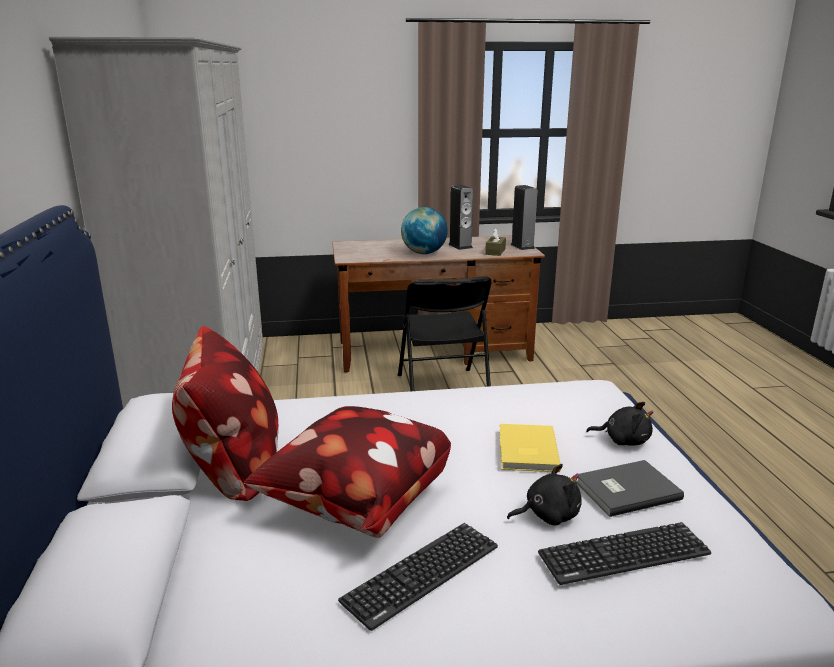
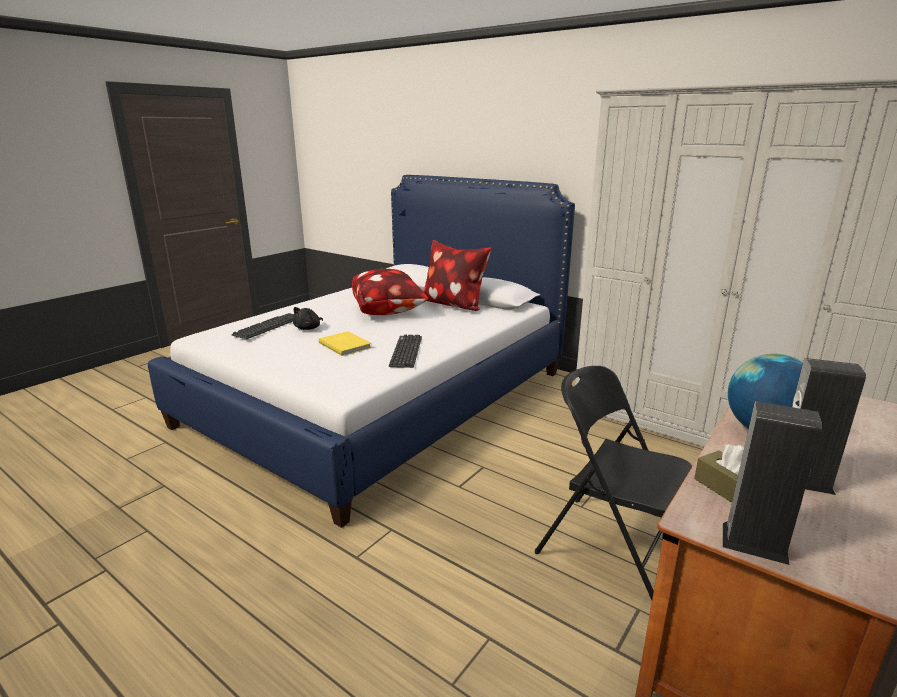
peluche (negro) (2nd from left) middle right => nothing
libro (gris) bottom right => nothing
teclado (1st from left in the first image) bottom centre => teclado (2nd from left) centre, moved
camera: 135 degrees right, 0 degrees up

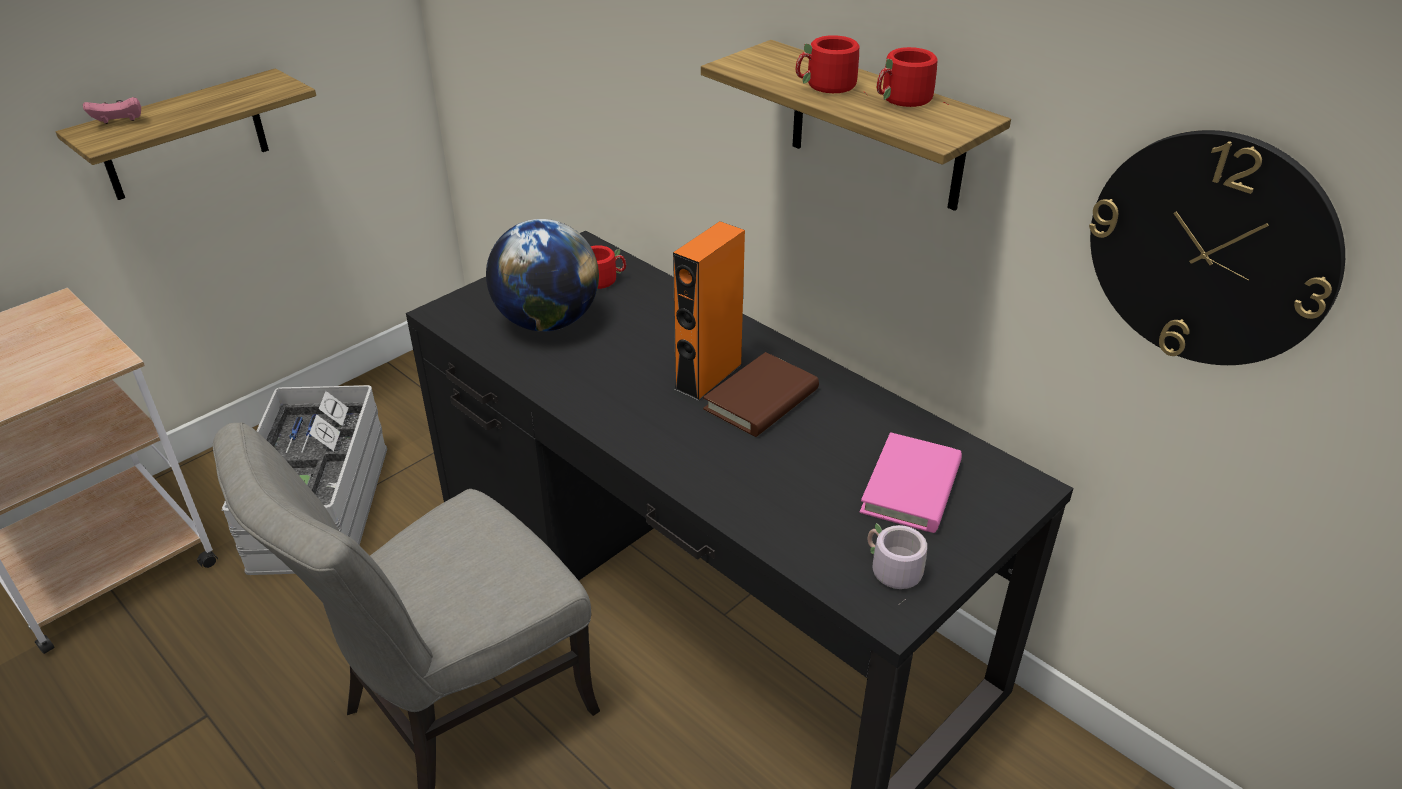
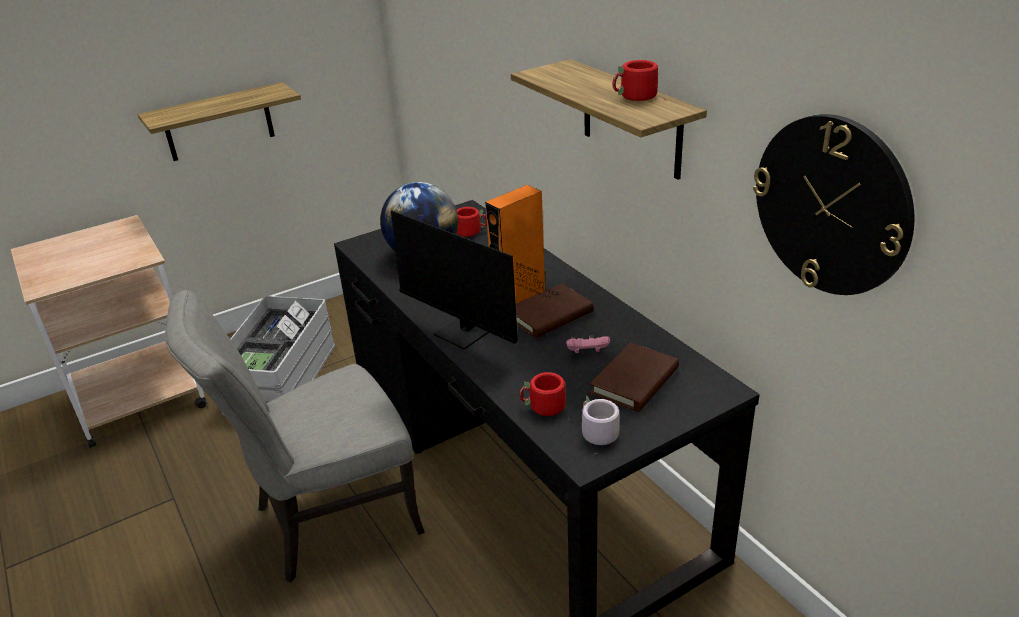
taza grande (rojo) (2nd from left) top centre => taza grande (rojo) (2nd from left) centre, moved
mando de consola (rosa) top left => mando de consola (rosa) centre, moved
libro (rosa) centre => libro (marrón) (2nd from left) centre
nothing => monitor centre
camera: 15 degrees right, 5 degrees down

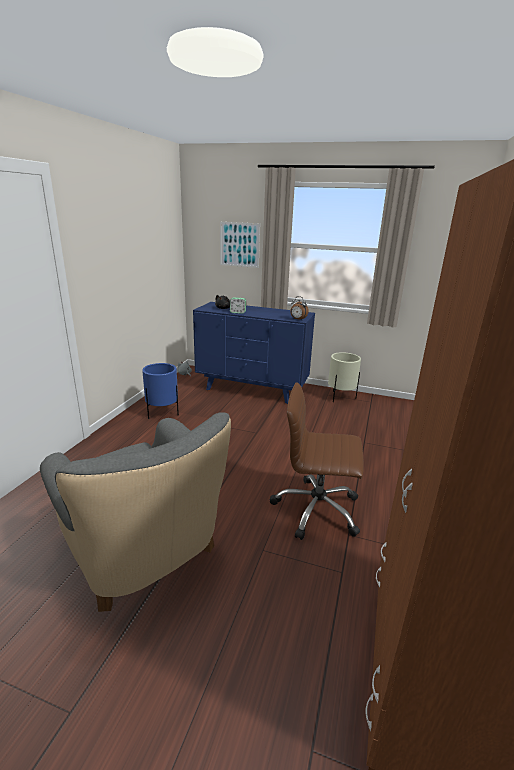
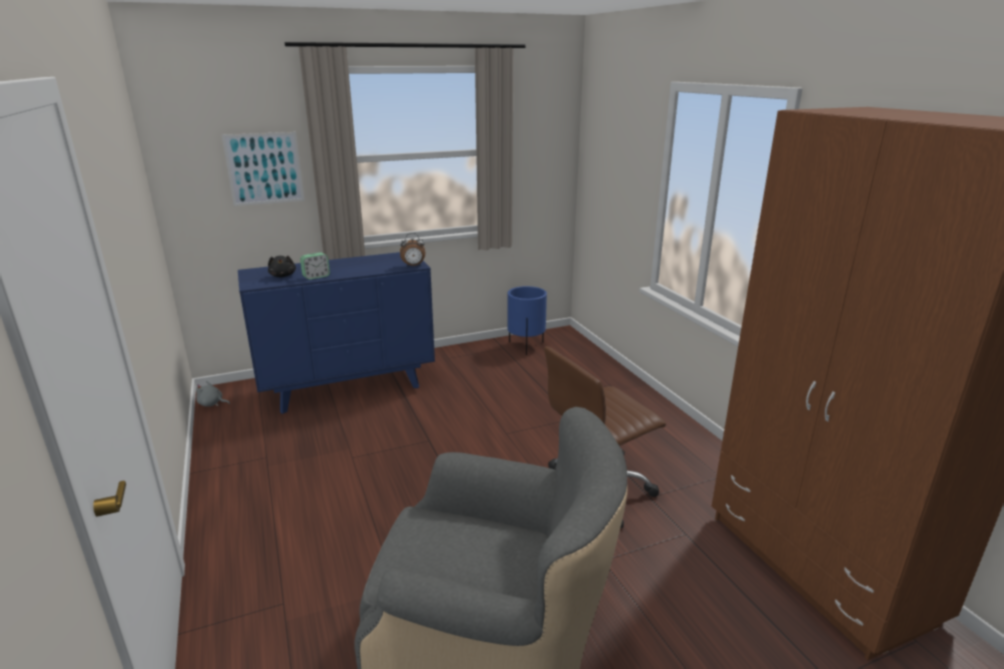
maceta (beis) middle right => nothing
maceta (azul) middle left => maceta (azul) centre, moved
camera: 40 degrees left, 0 degrees up

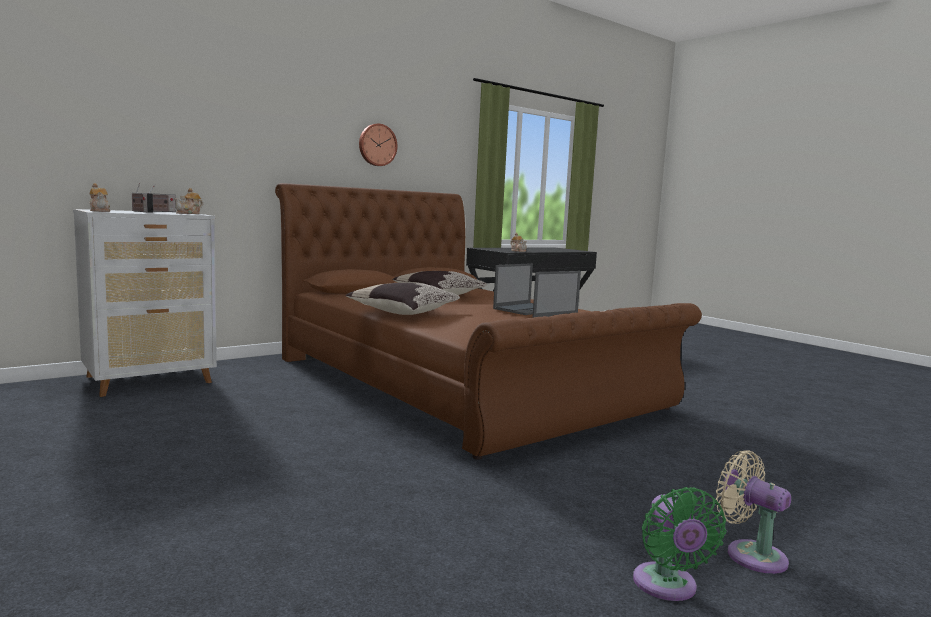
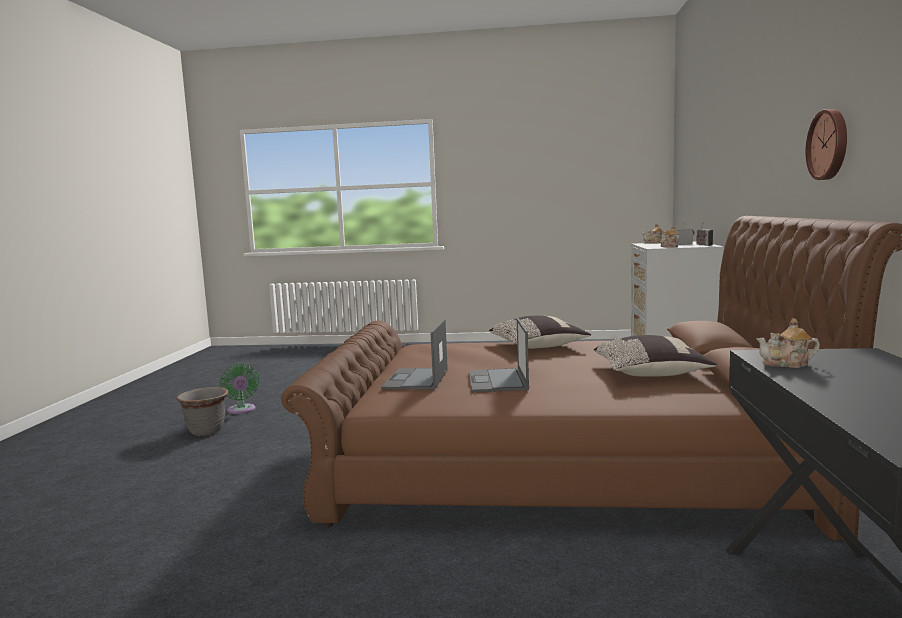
ventilador (beis) bottom right => maceta (gris) middle left
ventilador (verde) bottom right => ventilador (verde) middle left, 150 degrees counterclockwise
camera: 135 degrees right, 0 degrees up

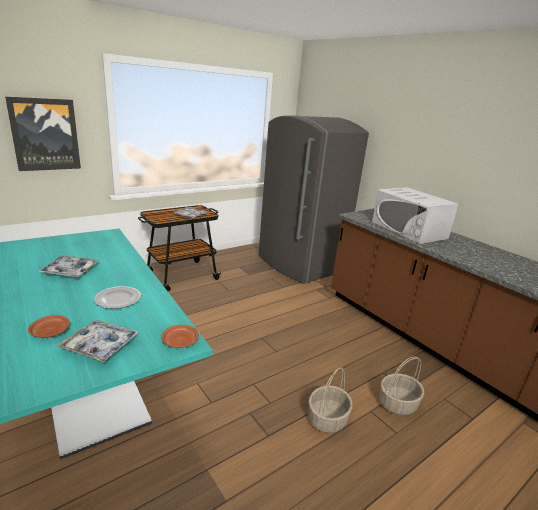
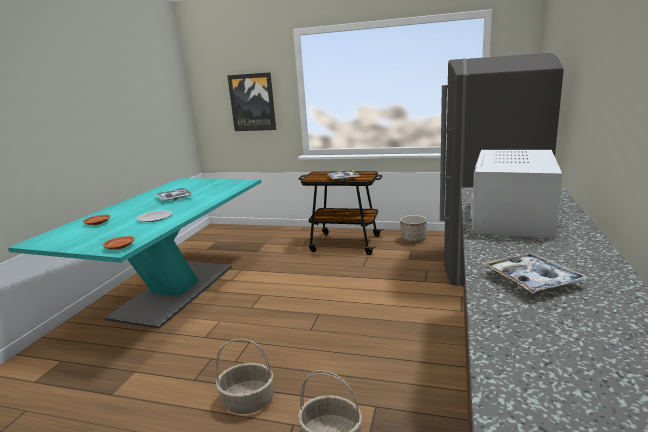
bandeja (2nd from left in the first image) bottom left => bandeja (3rd from left) middle right, moved
nothing => maceta centre
camera: 55 degrees right, 5 degrees down

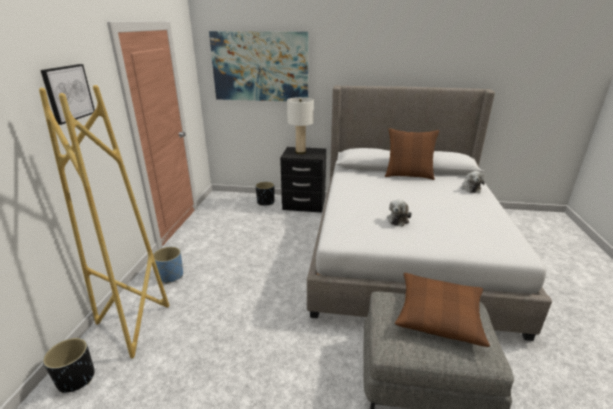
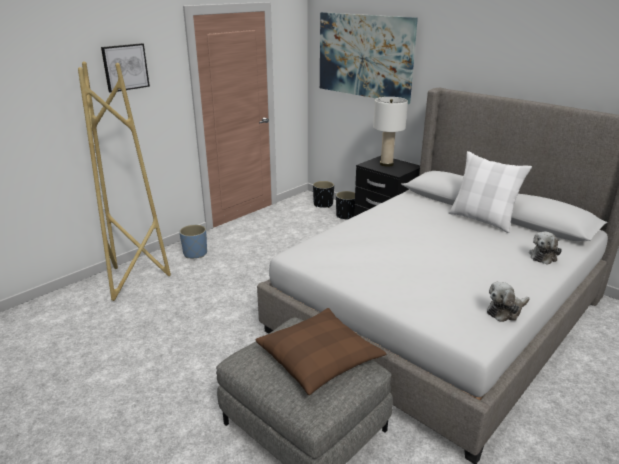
cojín (marrón) (1st from left) middle right => cojín (blanco) middle right
peluche (1st from left) centre => peluche (1st from left) middle right, moved
maceta (negro) (1st from left) bottom left => maceta (negro) (1st from left) centre, moved
camera: 35 degrees right, 0 degrees up

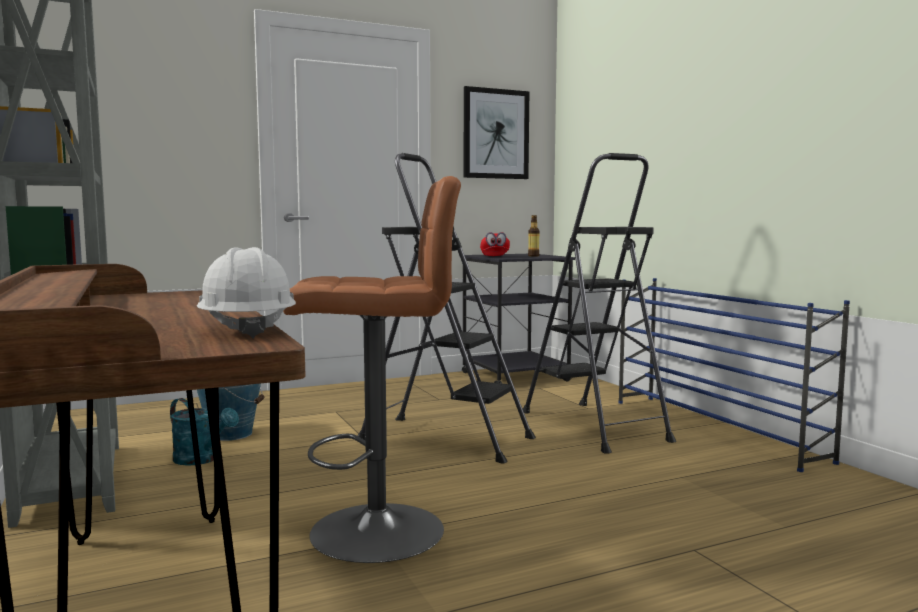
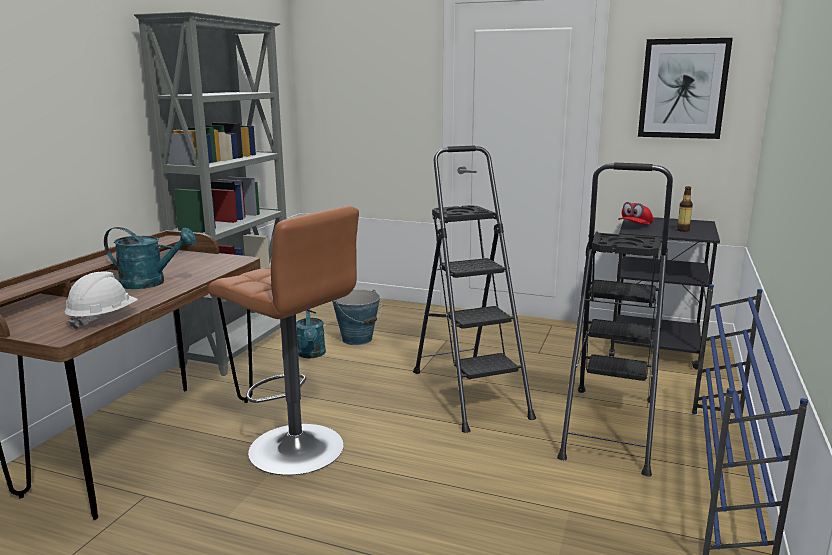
nothing => regadera (turquesa) (1st from left) middle left
camera: 45 degrees right, 10 degrees up

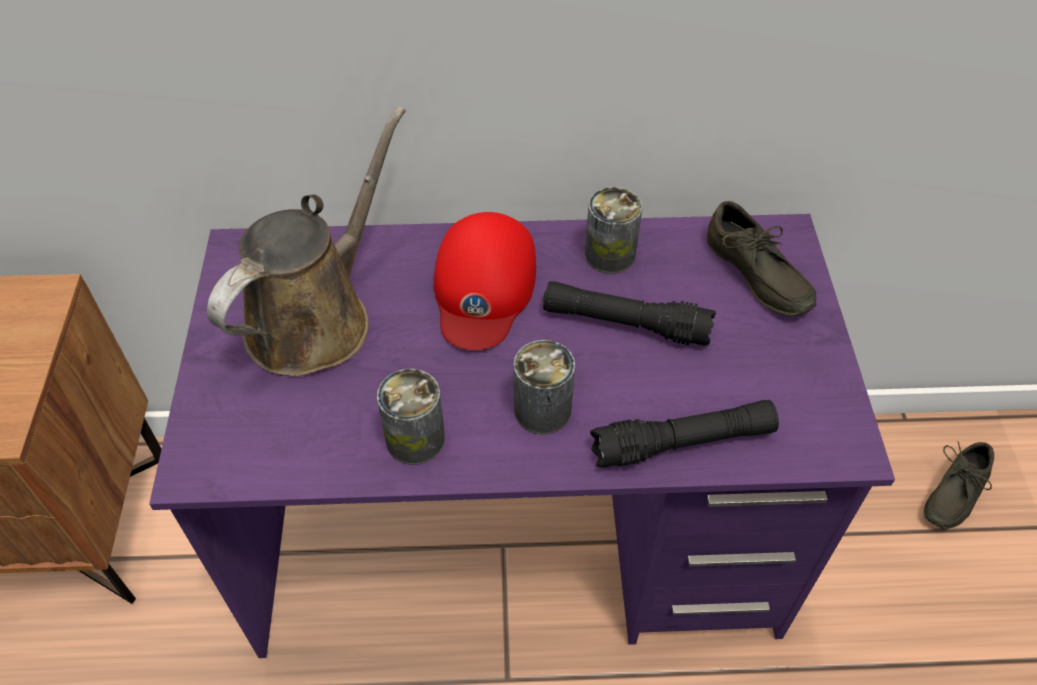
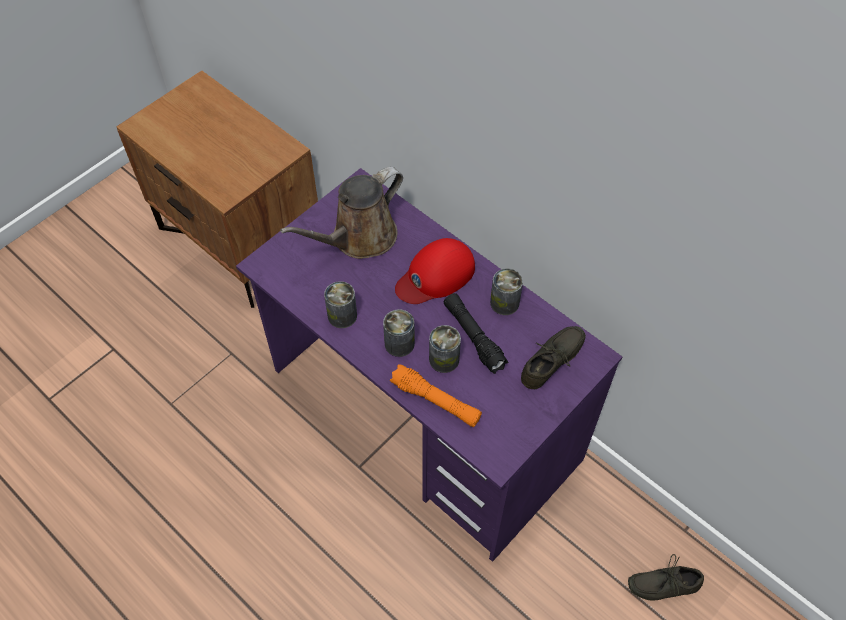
regadera (marrón) middle left => regadera (marrón) centre, 150 degrees clockwise
zapato (gris) (1st from left) middle right => zapato (gris) (1st from left) centre, 150 degrees counterclockwise
linterna (negro) (2nd from left) centre => linterna (naranja) centre
nothing => lata (3rd from left) centre
camera: 45 degrees right, 5 degrees up

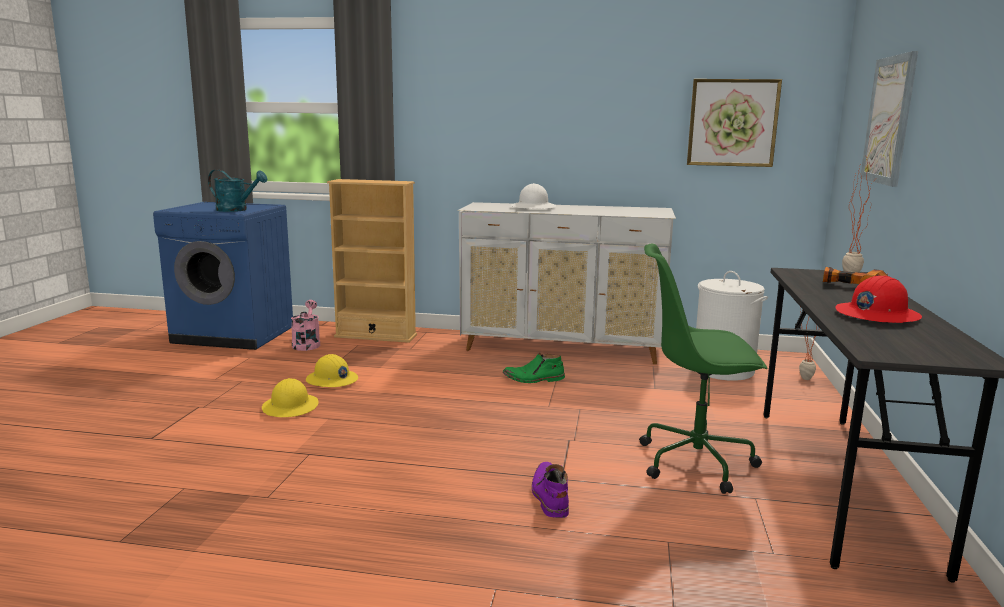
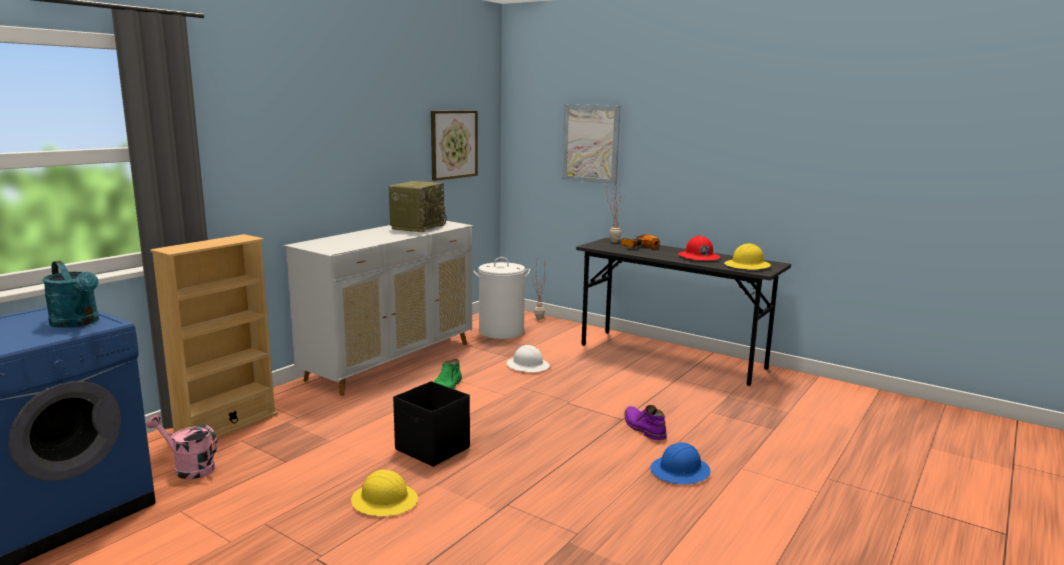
regadera (turquesa) top left => regadera (turquesa) middle left, 90 degrees clockwise
casco (blanco) top centre => casco (blanco) centre, moved
silla de oficina (verde) middle right => nothing
casco (amarillo) (2nd from left) middle left => casco (amarillo) (2nd from left) middle right, moved
bota (morado) bottom centre, 45 degrees clockwise
nothing => radio centre
nothing => caja de almacenaje (negro) bottom centre
nothing => casco (azul) bottom centre
camera: 65 degrees left, 0 degrees up

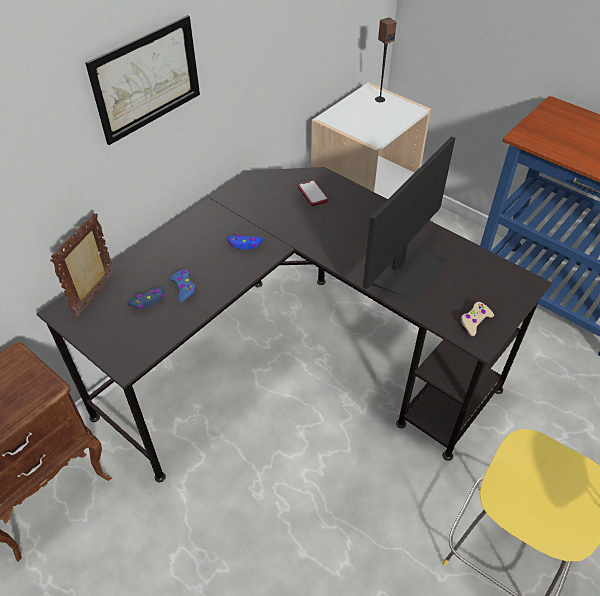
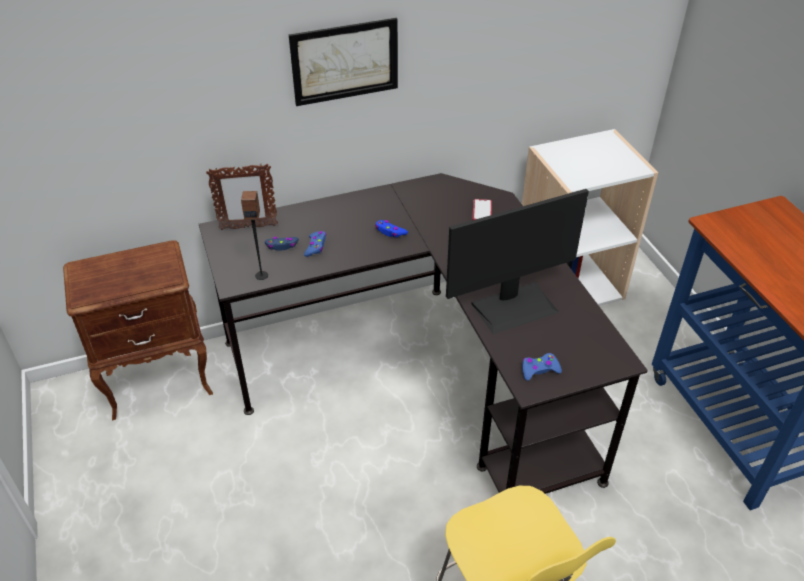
altavoz top centre => altavoz middle left, moved
portarretratos middle left, 150 degrees counterclockwise
mando de consola (beis) middle right => mando de consola (azul) (4th from left) middle right
camera: 30 degrees right, 5 degrees down

